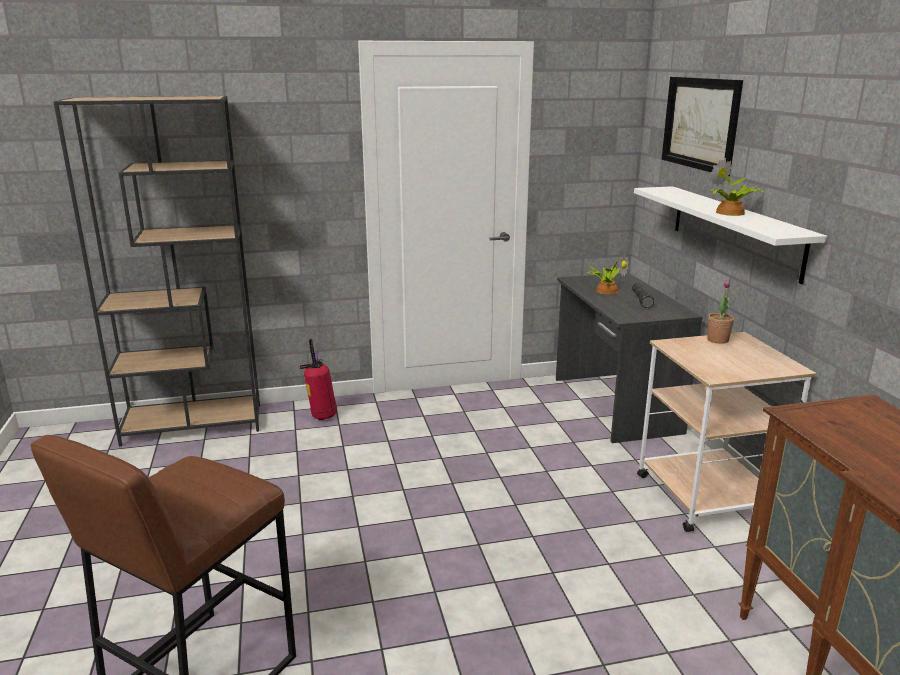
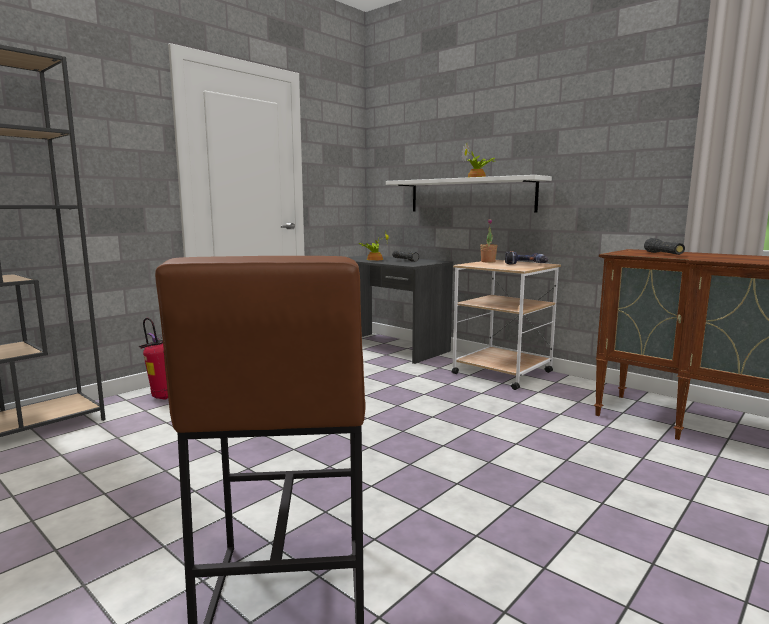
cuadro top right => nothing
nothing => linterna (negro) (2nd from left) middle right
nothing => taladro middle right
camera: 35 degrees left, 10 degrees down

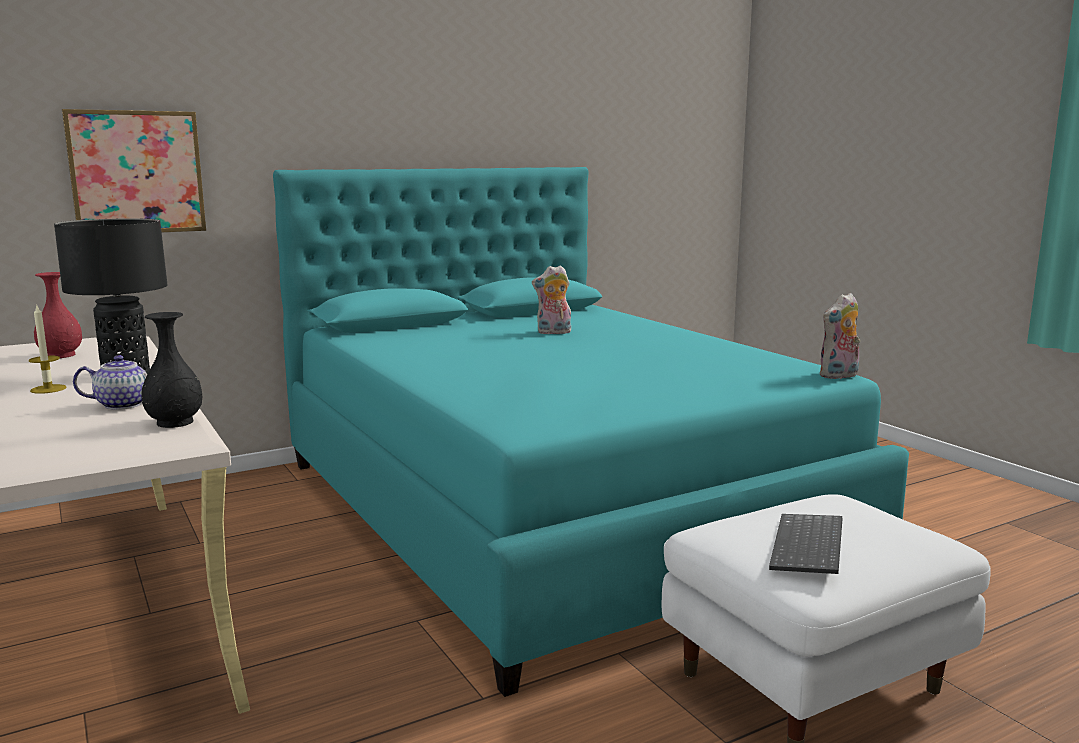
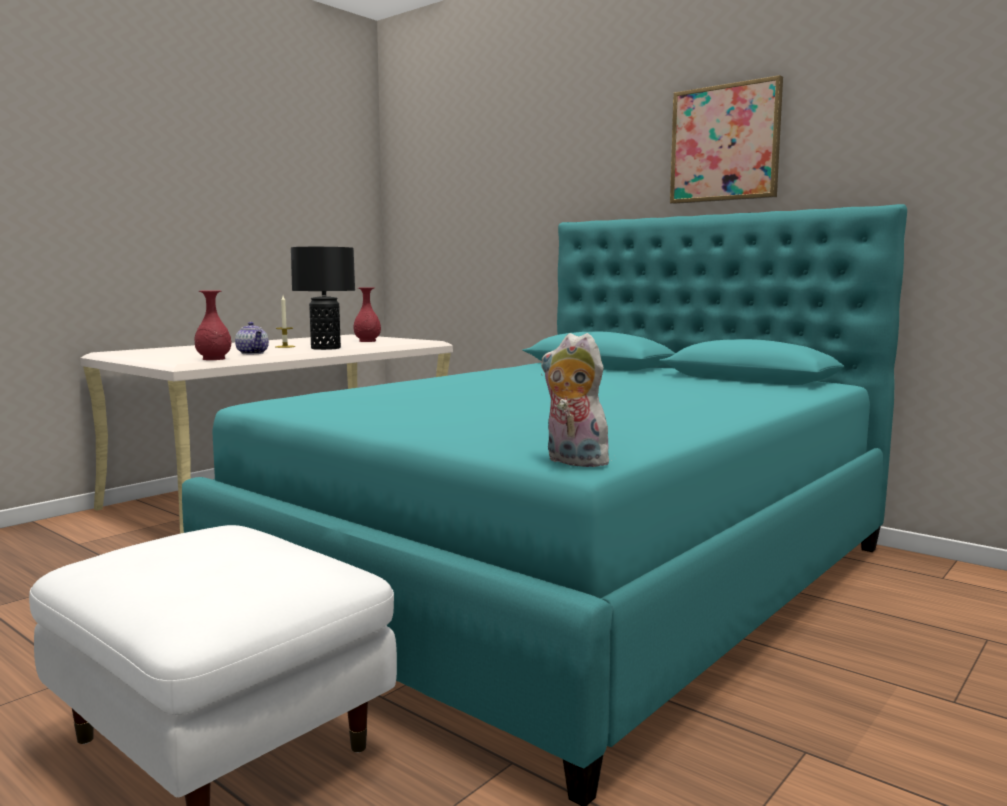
cuadro top left => cuadro top right, moved
peluche (1st from left) centre => nothing
florero (negro) middle left => florero (rojo) (1st from left) middle left
teclado bottom right => nothing
camera: 70 degrees right, 5 degrees down

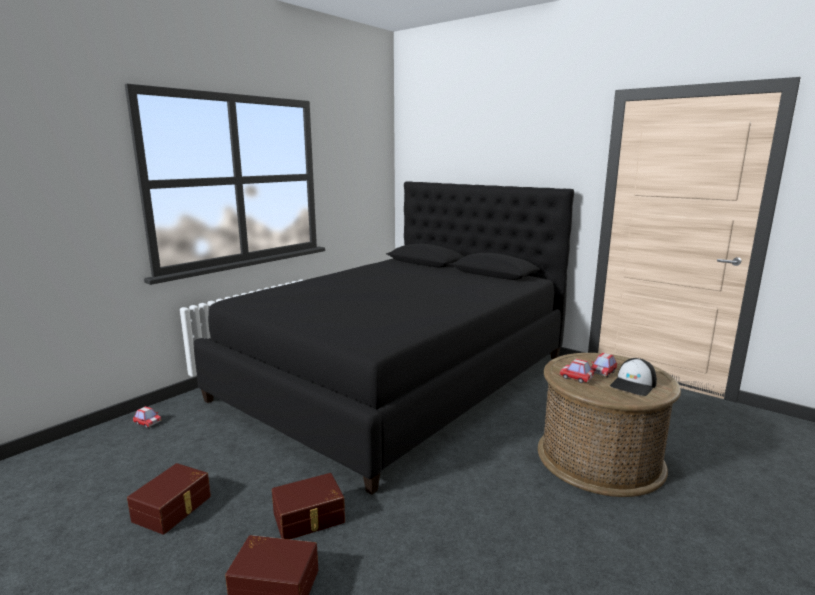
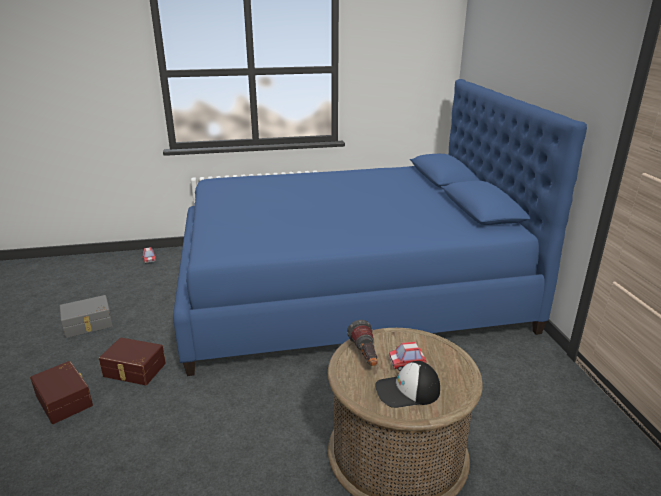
cama (negro) centre => cama (azul) centre
coche de juguete (2nd from left) middle right => linterna bottom centre
caja de almacenaje (marrón) (1st from left) bottom left => caja de almacenaje (gris) middle left
camera: 40 degrees right, 10 degrees up

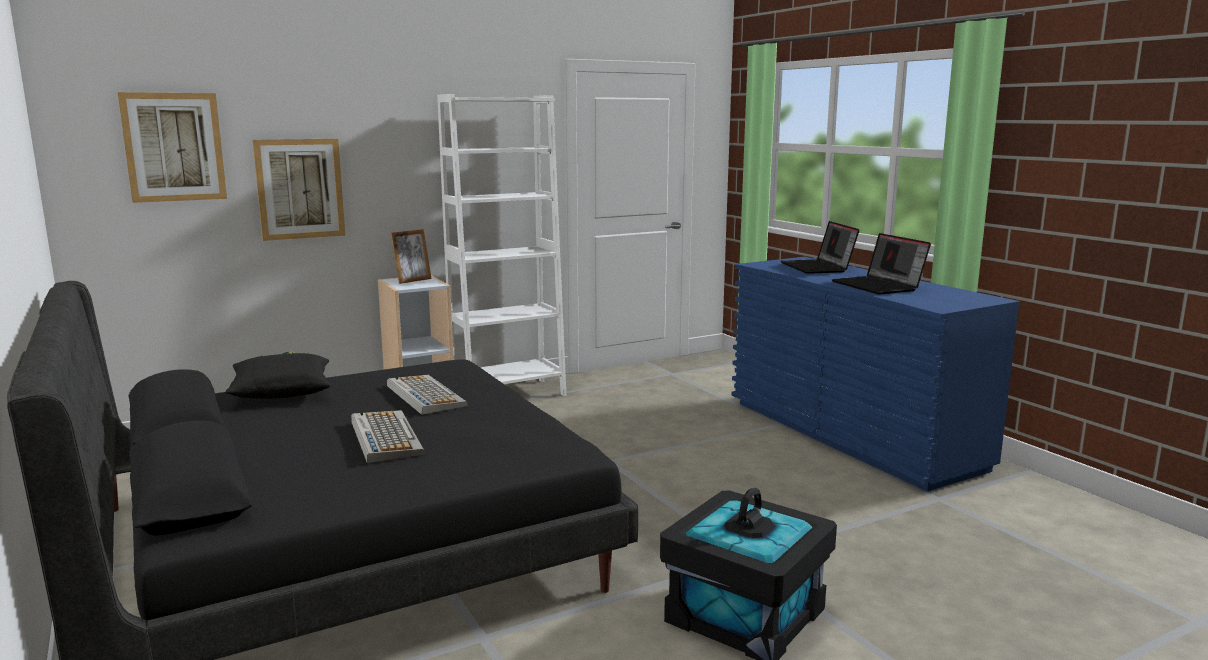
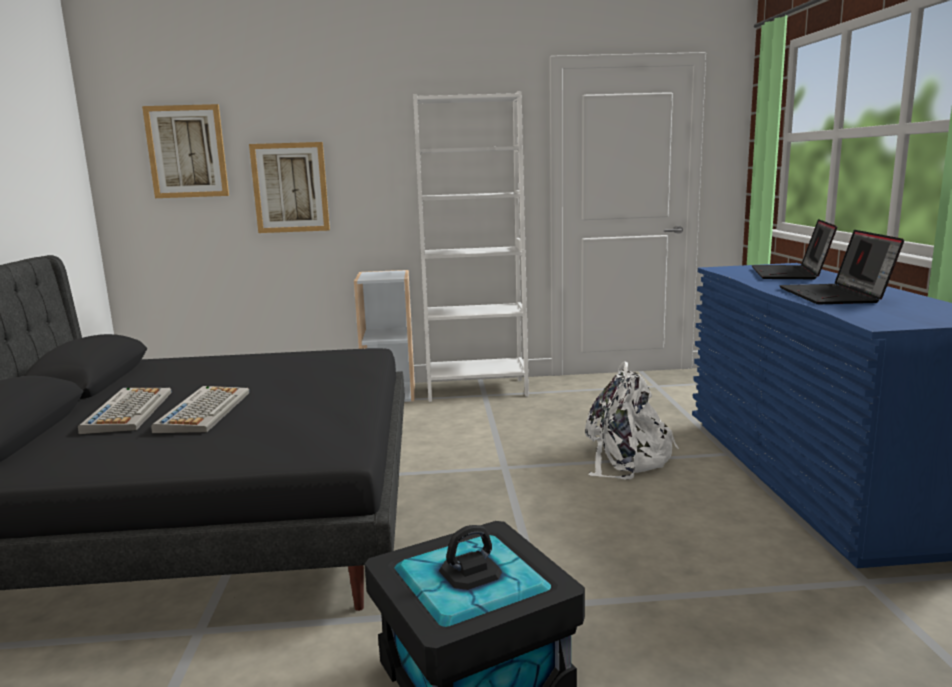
portarretratos centre => nothing
cojín (negro) middle left => nothing
teclado (2nd from left in the first image) centre => teclado (1st from left) middle left, moved
nothing => mochila (blanco) centre
camera: 25 degrees right, 0 degrees up

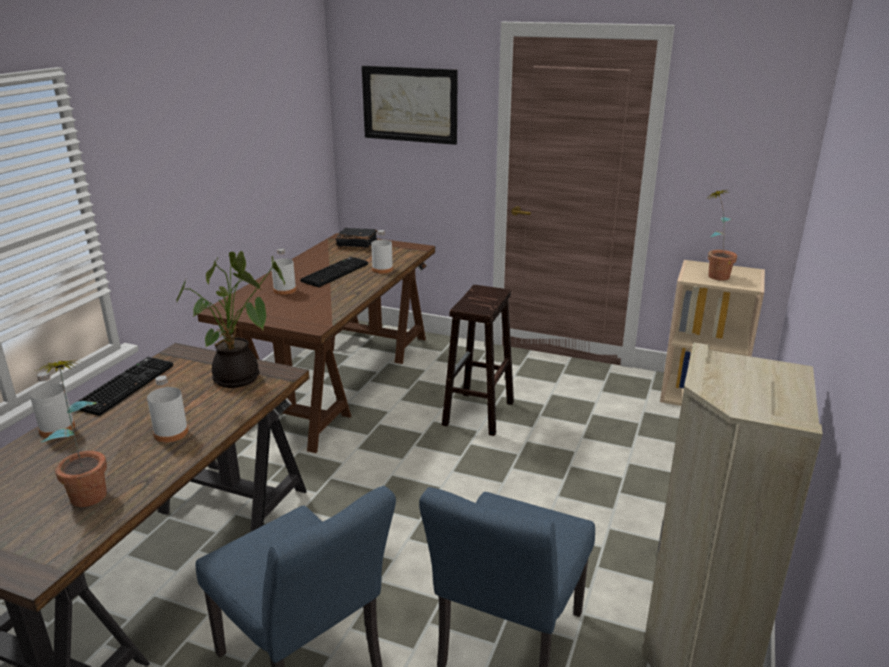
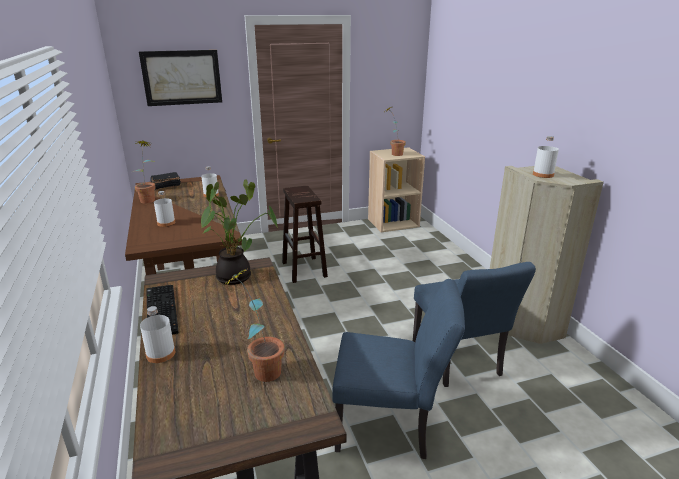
teclado (2nd from left) centre => nothing
botella (blanco) (2nd from left in the first image) middle left => botella (blanco) (4th from left) top right, moved
nothing => planta en maceta (1st from left) middle left
camera: 40 degrees left, 0 degrees up

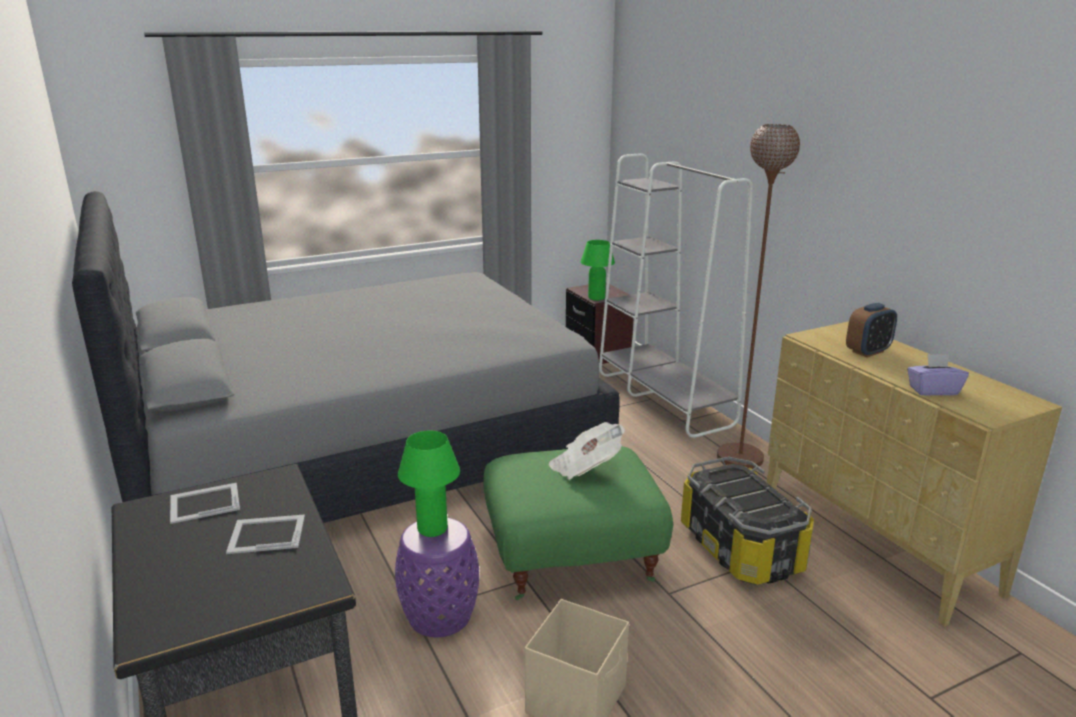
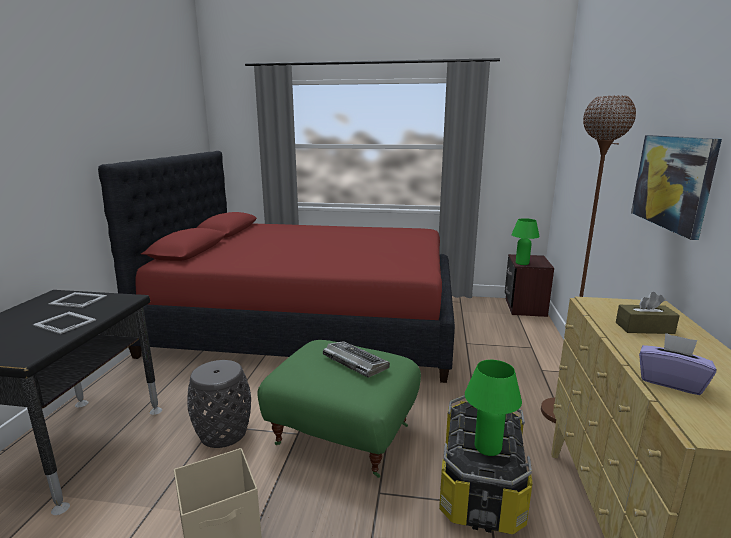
perchero (gris) centre => nothing
cama (gris) middle left => cama (rojo) centre
despertador middle right => caja de pañuelos (marrón) middle right
periódico centre => teclado bottom centre
lámpara de mesa (verde) (1st from left) bottom centre => lámpara de mesa (verde) (1st from left) bottom right, moved
taburete (morado) bottom centre => taburete (gris) bottom left
nothing => cuadro middle right
camera: 35 degrees right, 5 degrees down

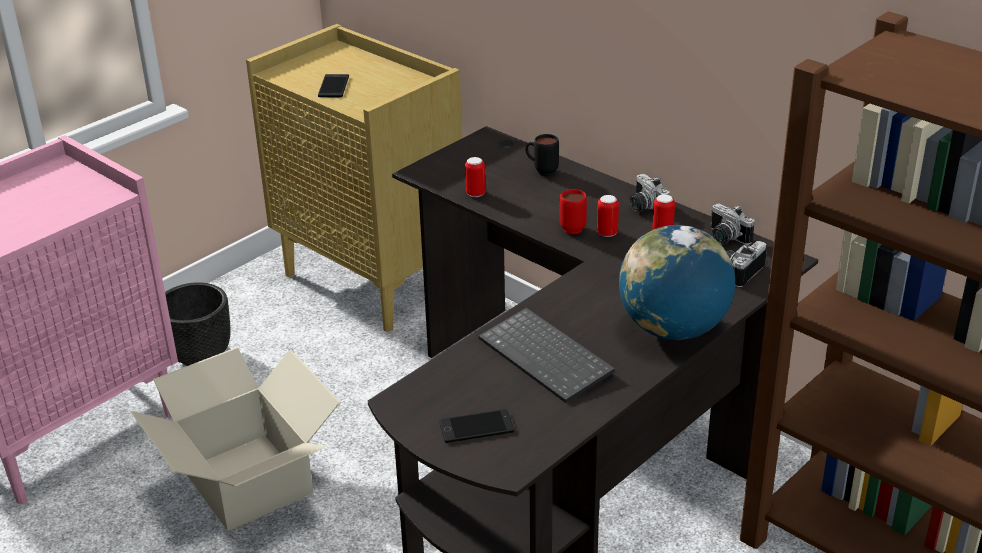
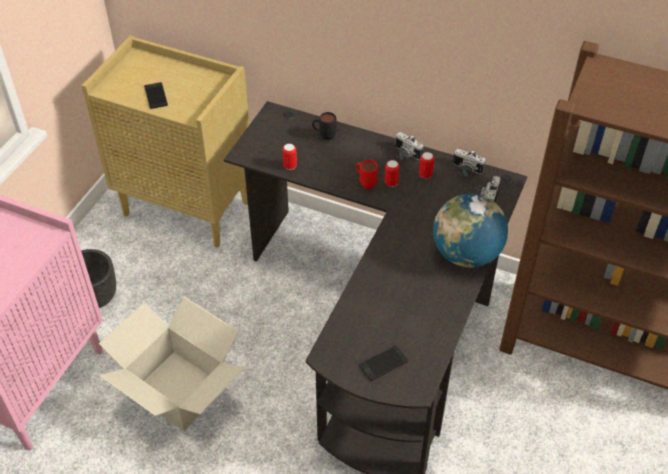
teclado centre => nothing
camera: 20 degrees left, 15 degrees up

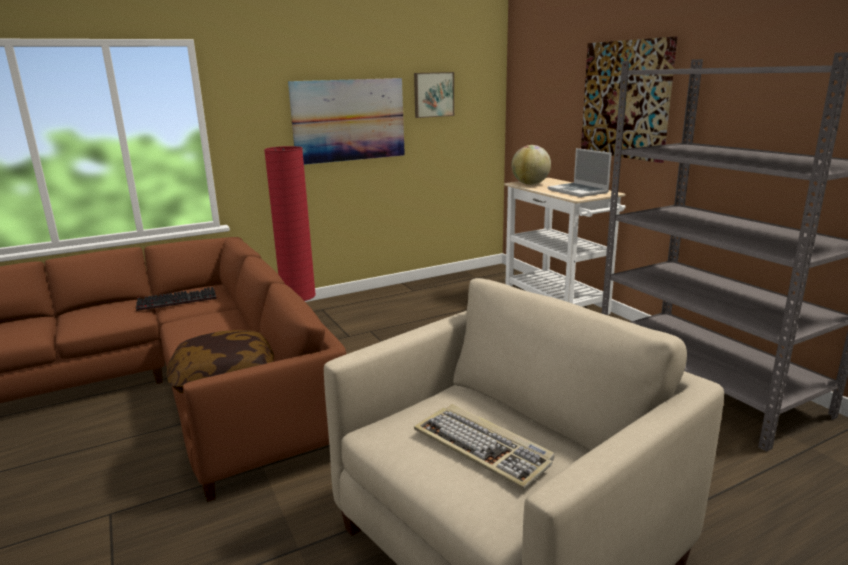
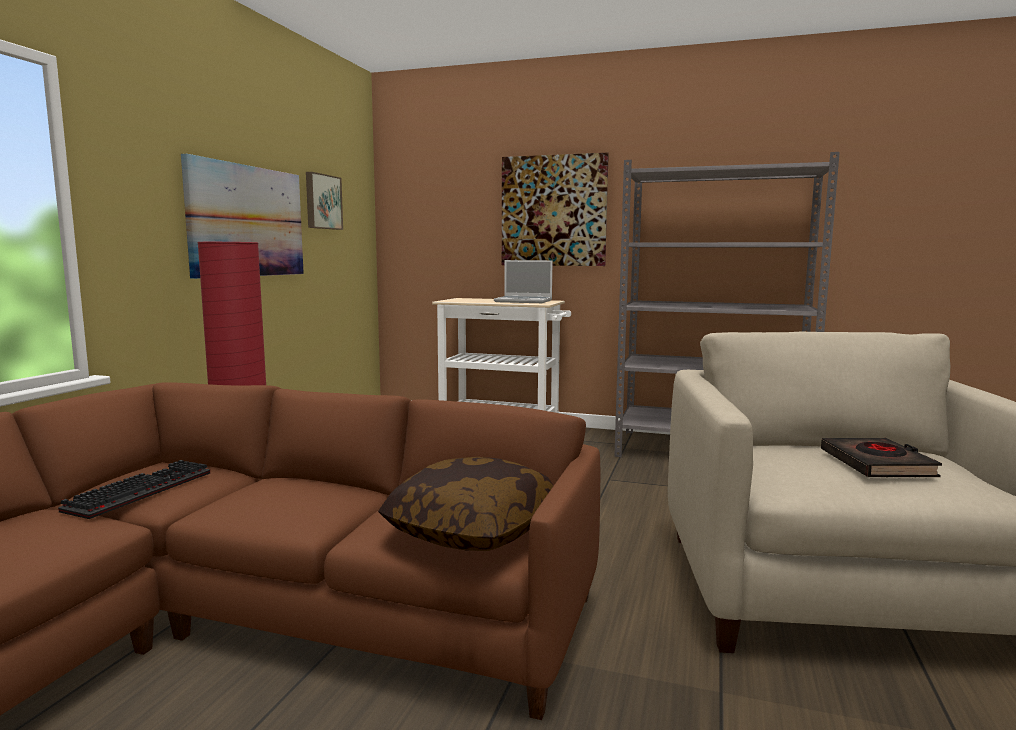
globo terráqueo top centre => nothing
teclado (2nd from left) bottom centre => libro (negro) middle right
camera: 45 degrees left, 10 degrees down

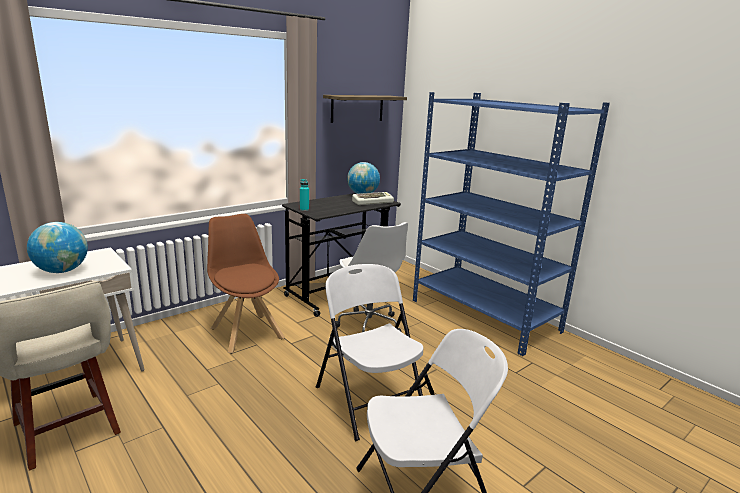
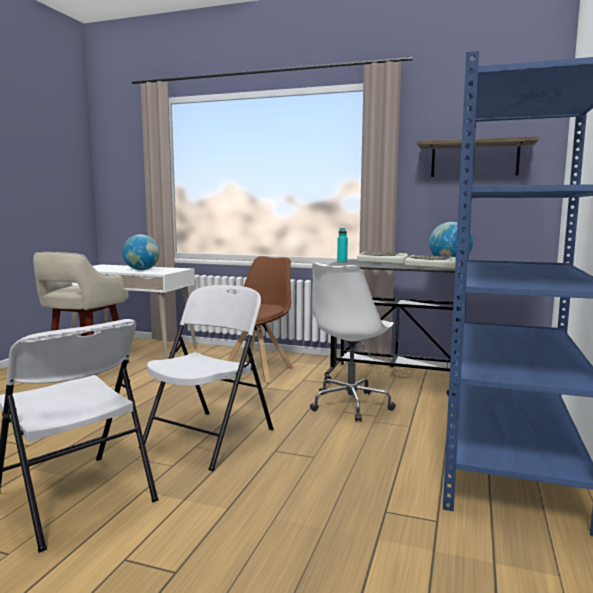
nothing => teclado (1st from left) centre
camera: 60 degrees right, 10 degrees down

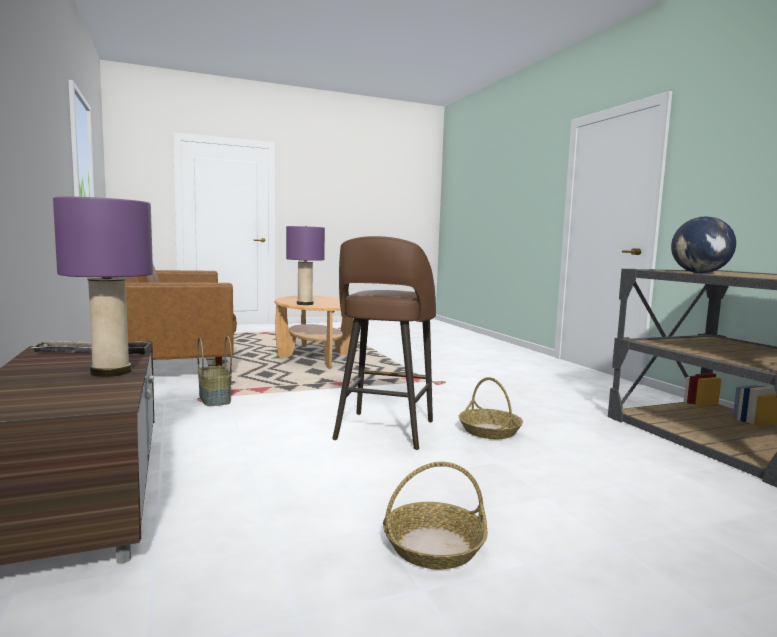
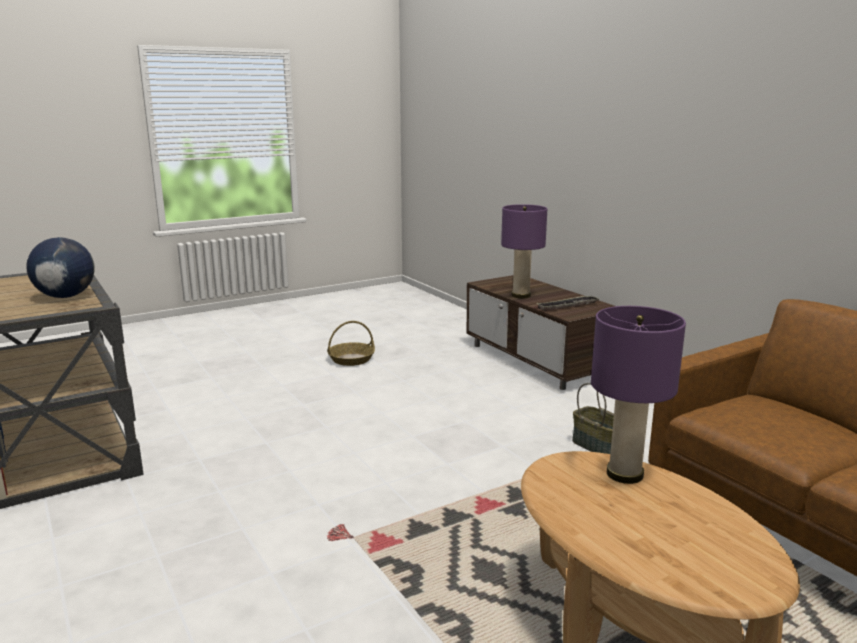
taburete (marrón) centre => nothing
cesta (3rd from left) centre => nothing
camera: 170 degrees right, 10 degrees up

